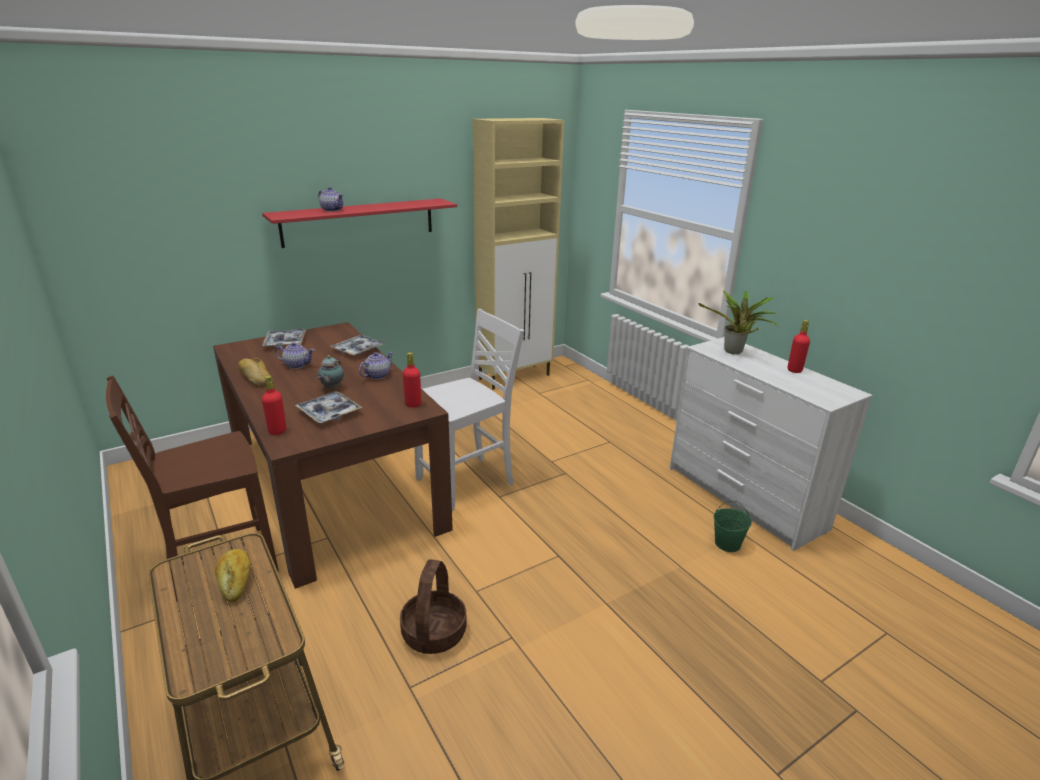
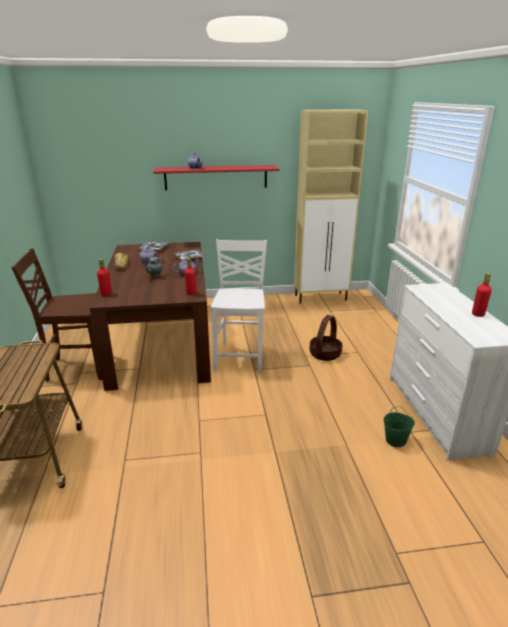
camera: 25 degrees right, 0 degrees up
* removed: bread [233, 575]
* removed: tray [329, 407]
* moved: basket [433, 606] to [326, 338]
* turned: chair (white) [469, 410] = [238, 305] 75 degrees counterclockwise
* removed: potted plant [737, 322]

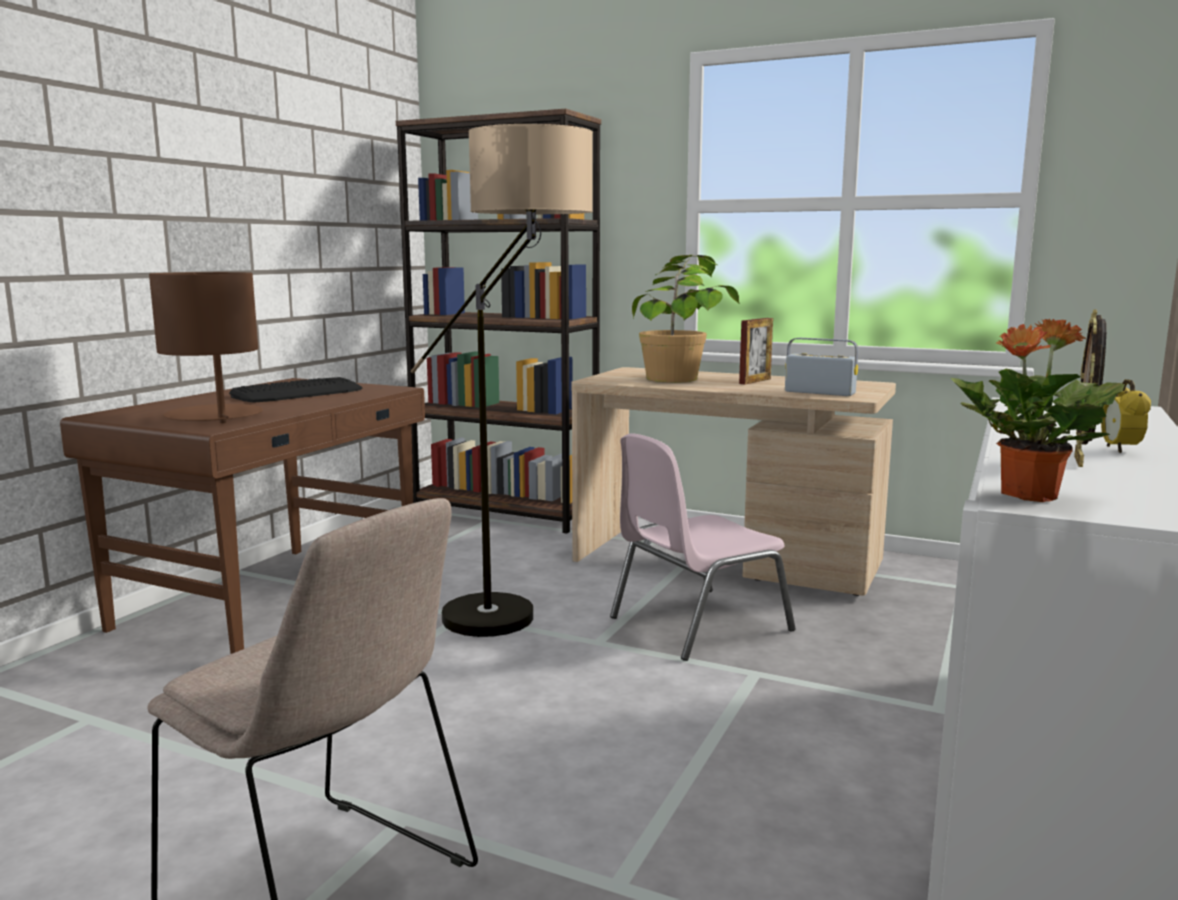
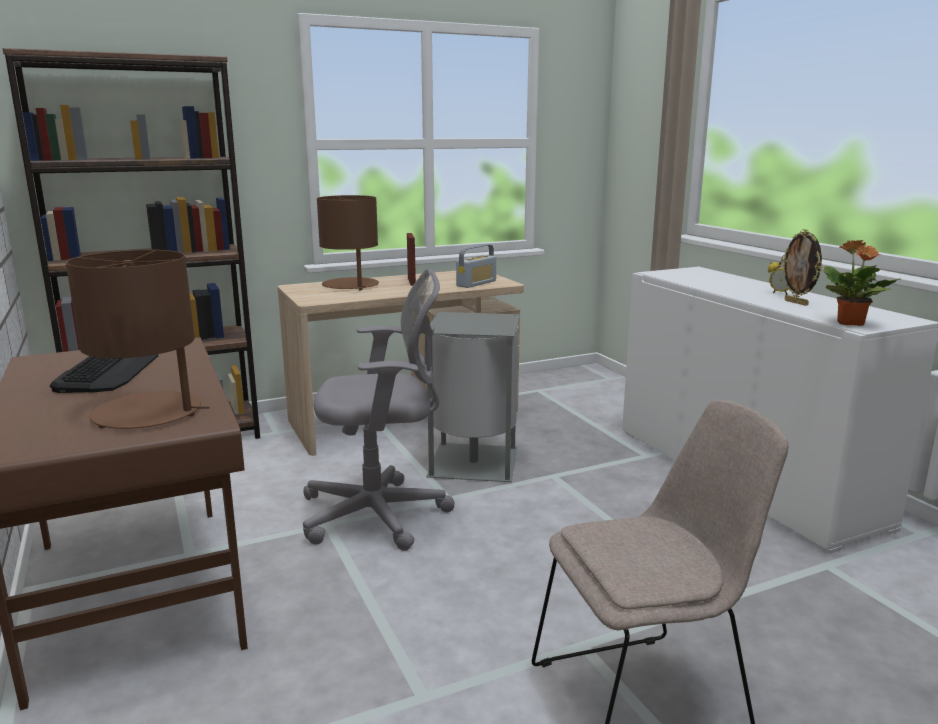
camera: 50 degrees left, 5 degrees up
* replaced: floor lamp [502, 380] to office chair (grey) [379, 409]
* replaced: chair (pink) [702, 547] to trash can (grey) [472, 397]
* replaced: potted plant [686, 319] to table lamp (brown) [348, 242]
* turned: radio [821, 367] = [476, 266] 150 degrees clockwise

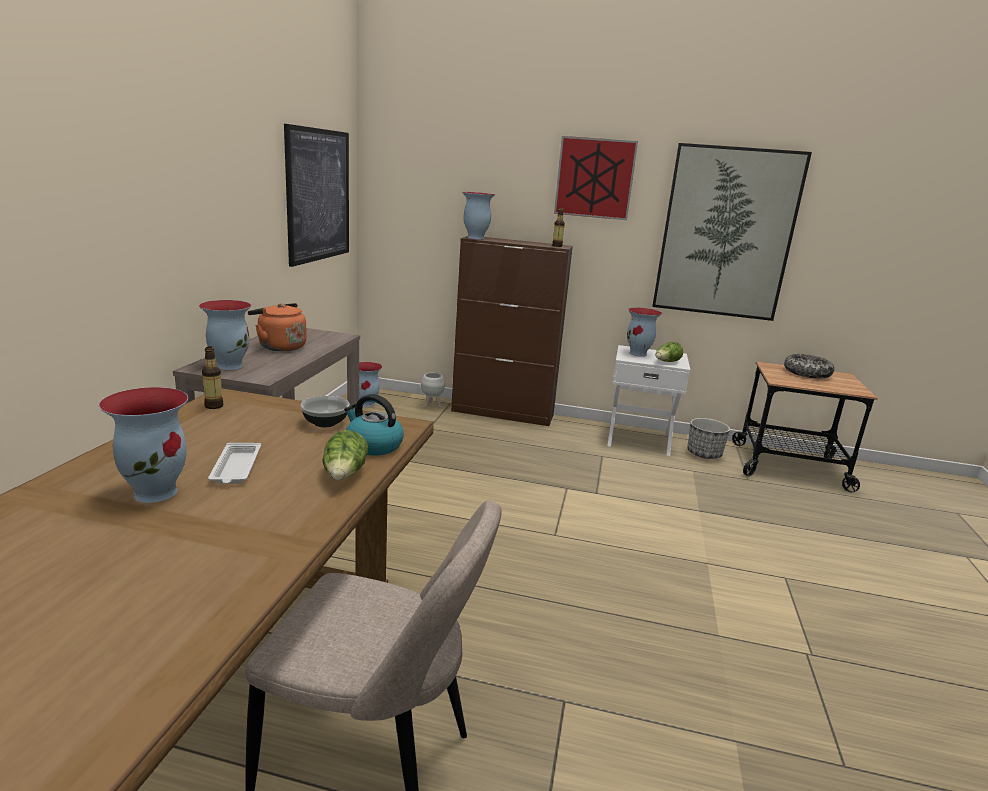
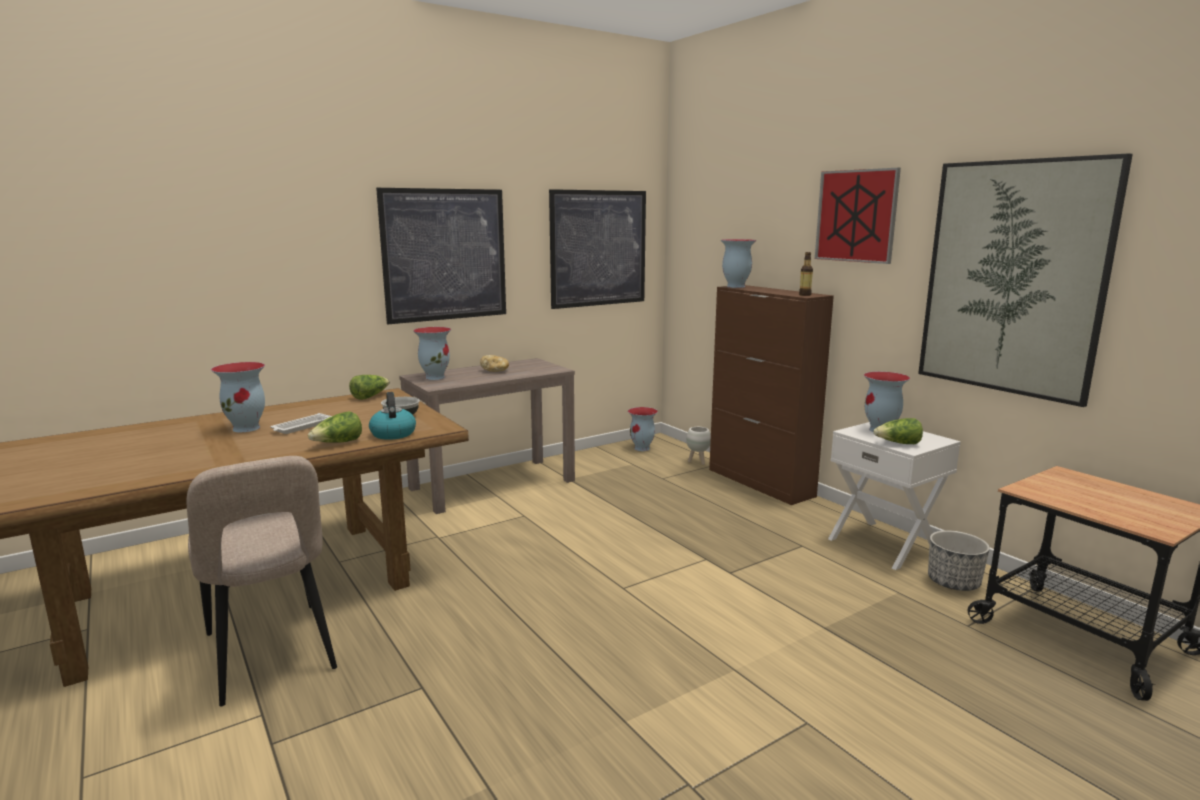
camera: 45 degrees right, 5 degrees down
* replaced: bottle [212, 378] to lettuce [369, 387]
* replaced: kettle (orange) [277, 327] to bread [494, 363]
* removed: bowl [809, 366]
* added: picture [441, 256]

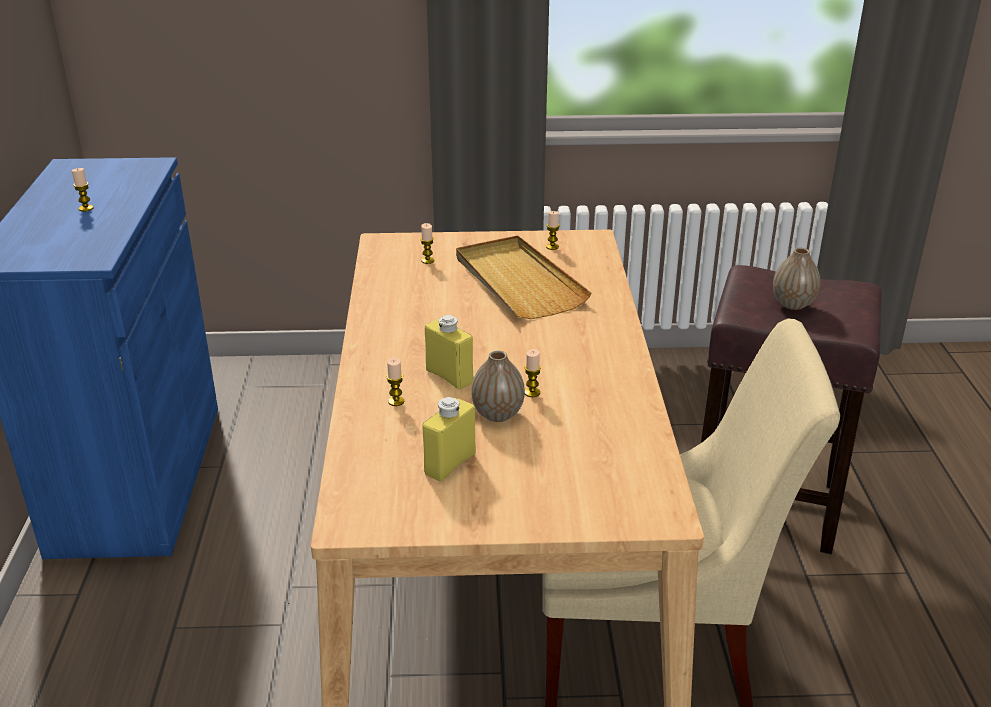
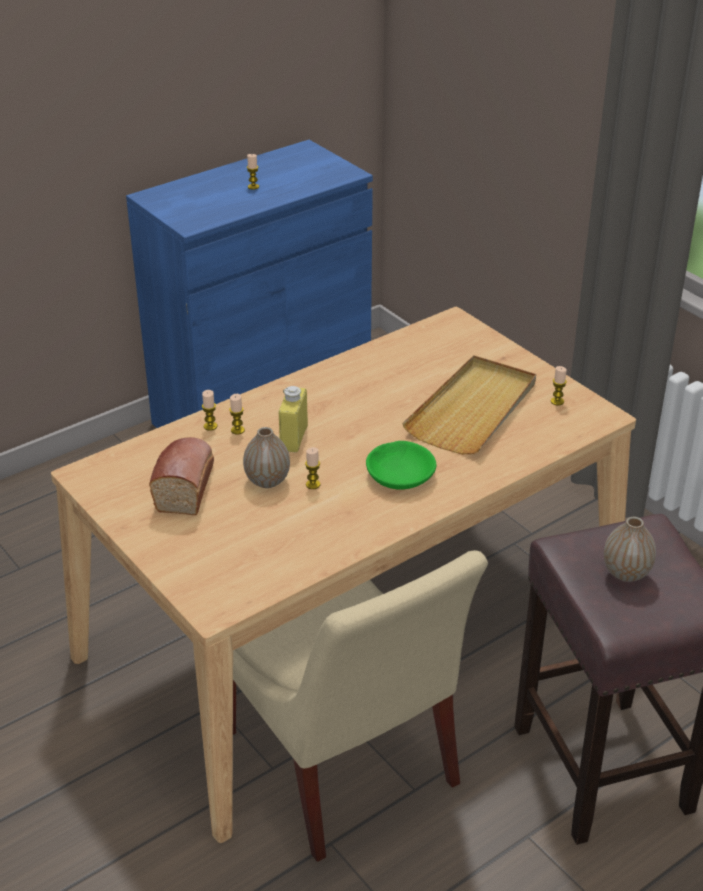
camera: 55 degrees right, 5 degrees up
* moved: candle [427, 243] to [209, 410]
* replaced: bottle (yellow) [449, 439] to bread [181, 476]
* added: bowl (green) [401, 465]

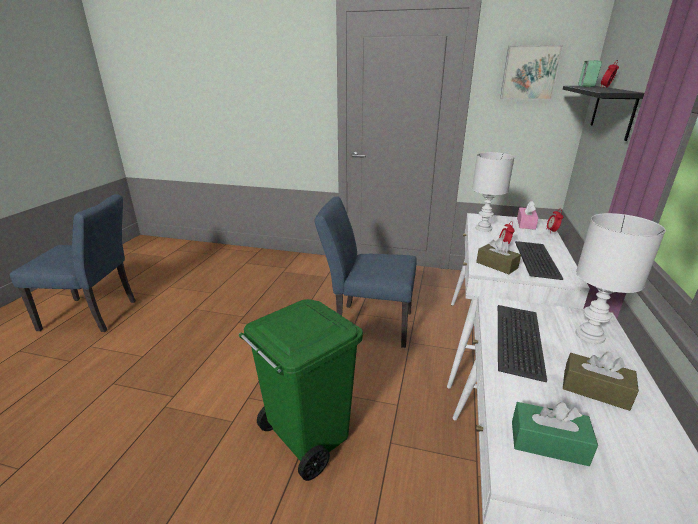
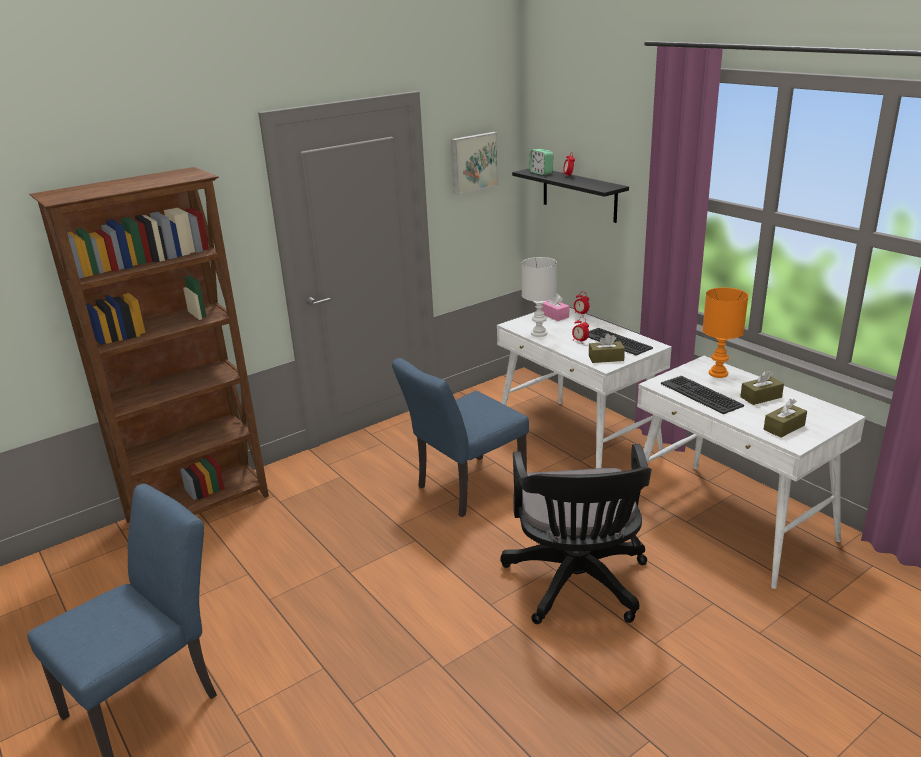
camera: 50 degrees left, 0 degrees up
* replaced: trash can (green) [301, 390] to office chair (black) [576, 534]
* recoloured: tissue box (green) [555, 434] to tissue box (brown) [785, 418]
* recoloured: table lamp (white) [621, 278] to table lamp (orange) [725, 332]
* added: bookcase (brown) [149, 345]

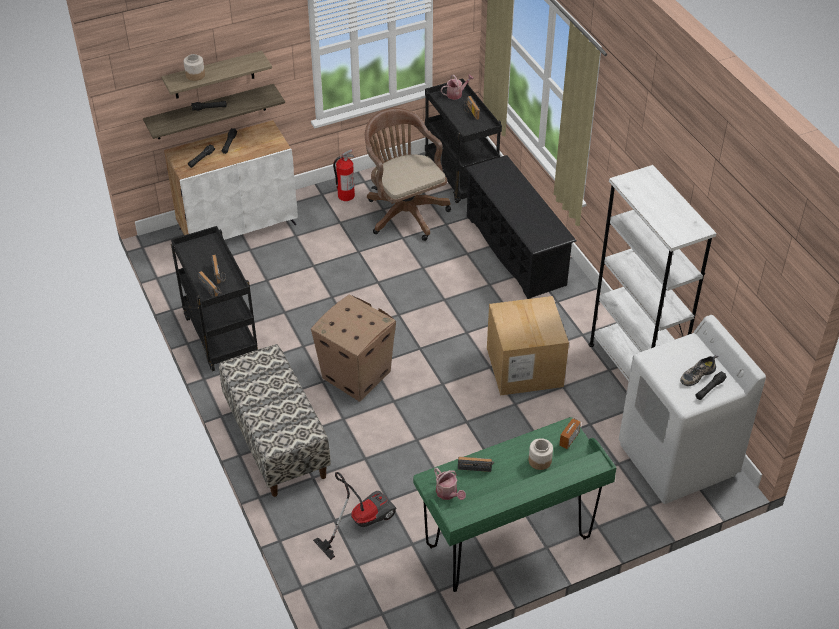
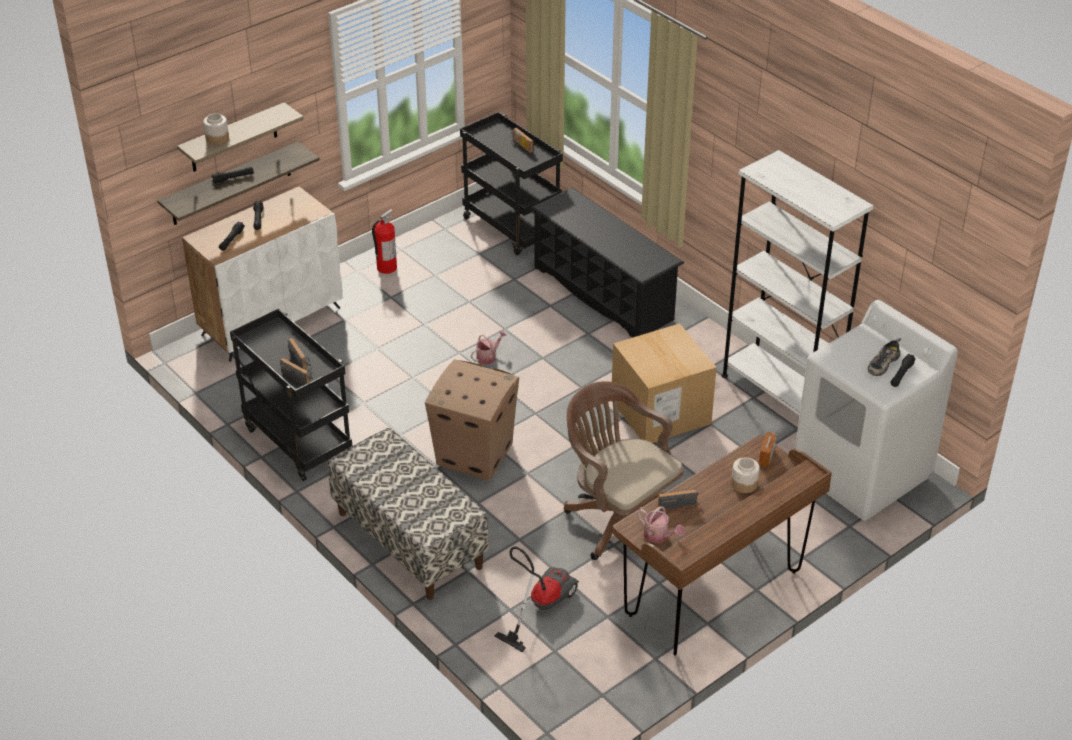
camera: 15 degrees left, 5 degrees down
* moved: office chair (brown) [408, 174] to [624, 470]
* recoloured: desk (green) [515, 504] to desk (brown) [722, 545]
* moved: watering can [457, 87] to [488, 348]

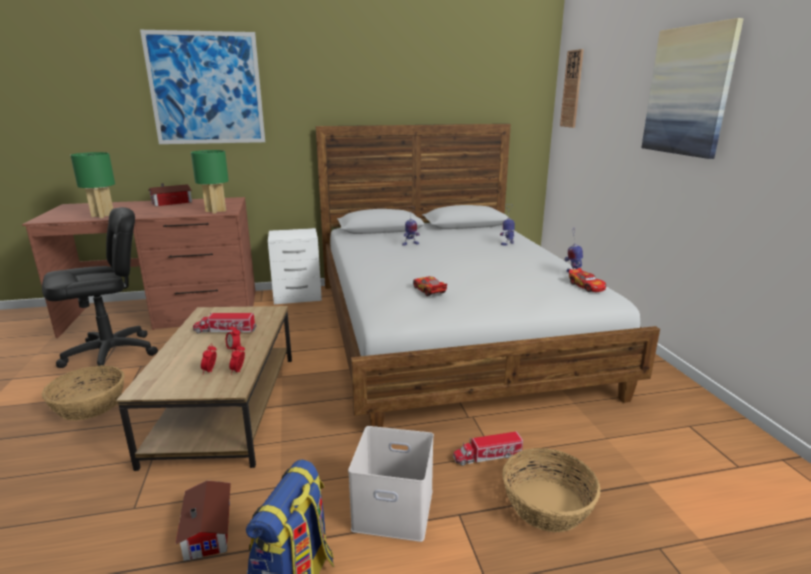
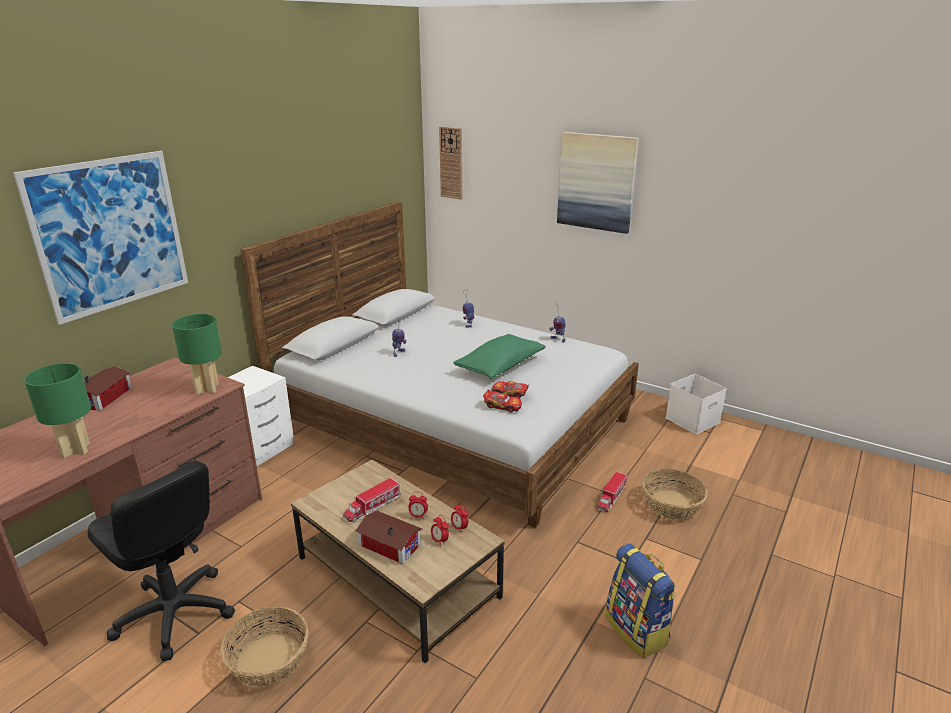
camera: 45 degrees left, 5 degrees up
* turned: office chair (black) [100, 290] = [161, 561] 120 degrees clockwise
* moved: toy house [203, 520] to [388, 537]
* moved: storage box (white) [391, 484] to [696, 404]
* moved: toy car [587, 280] to [502, 400]
* added: pillow (green) [499, 356]

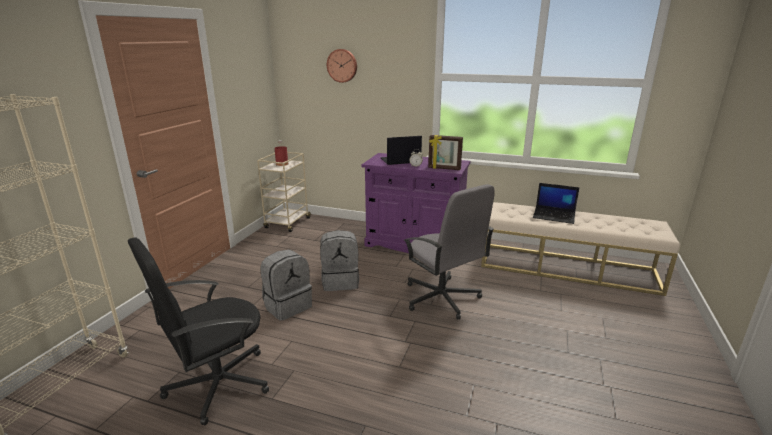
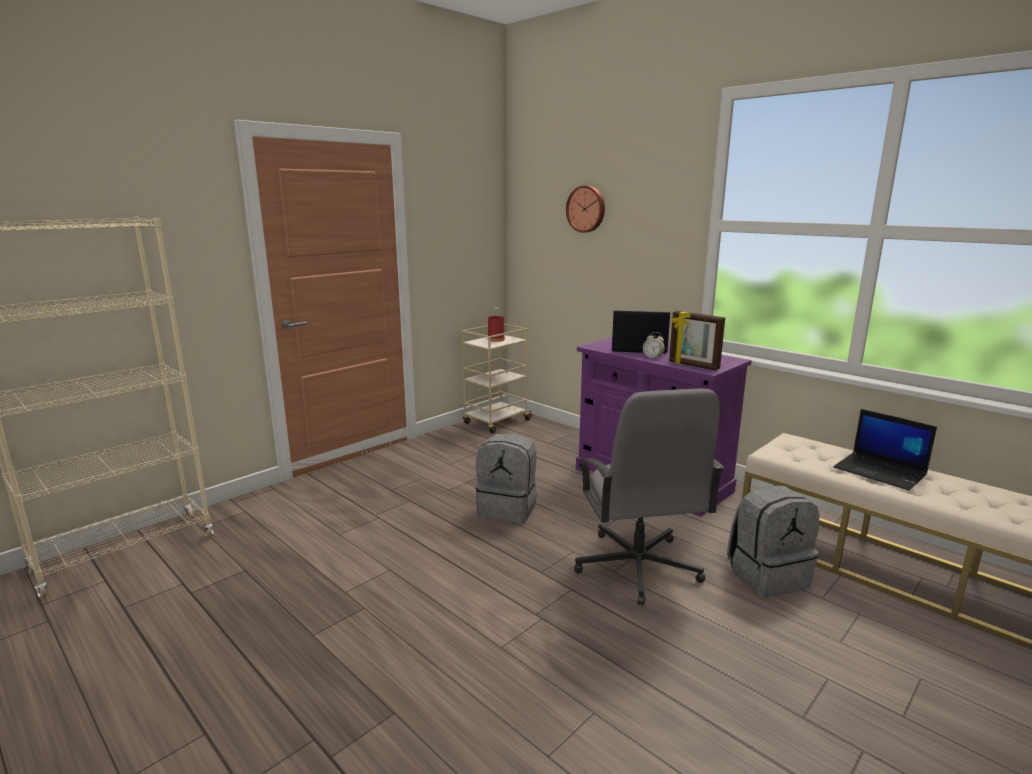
camera: 25 degrees right, 5 degrees down
* removed: office chair (black) [198, 331]
* moved: backpack (grey) [286, 285] to [773, 541]

